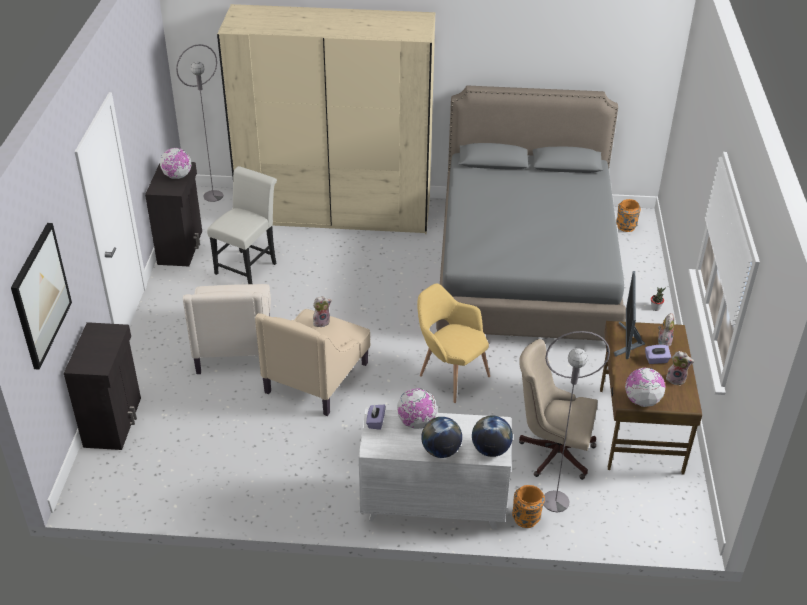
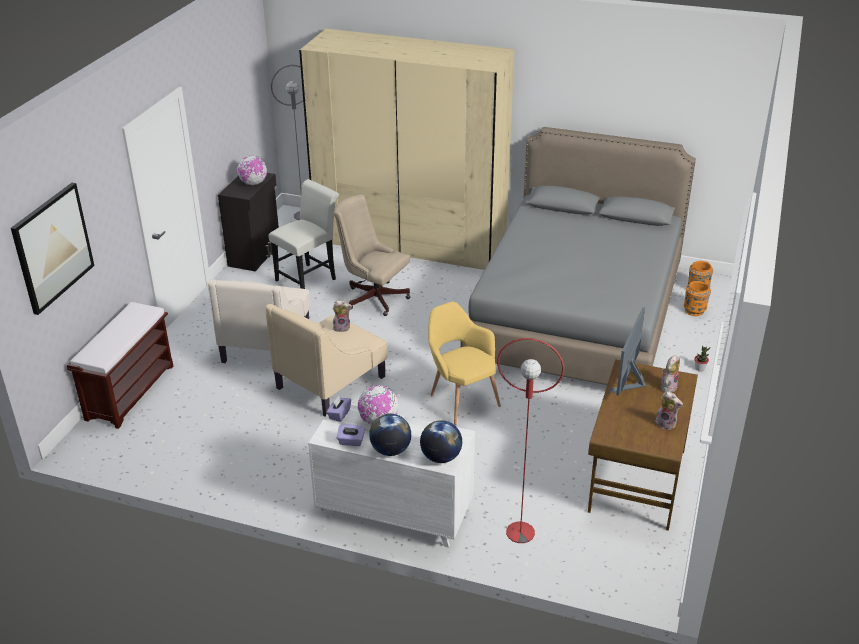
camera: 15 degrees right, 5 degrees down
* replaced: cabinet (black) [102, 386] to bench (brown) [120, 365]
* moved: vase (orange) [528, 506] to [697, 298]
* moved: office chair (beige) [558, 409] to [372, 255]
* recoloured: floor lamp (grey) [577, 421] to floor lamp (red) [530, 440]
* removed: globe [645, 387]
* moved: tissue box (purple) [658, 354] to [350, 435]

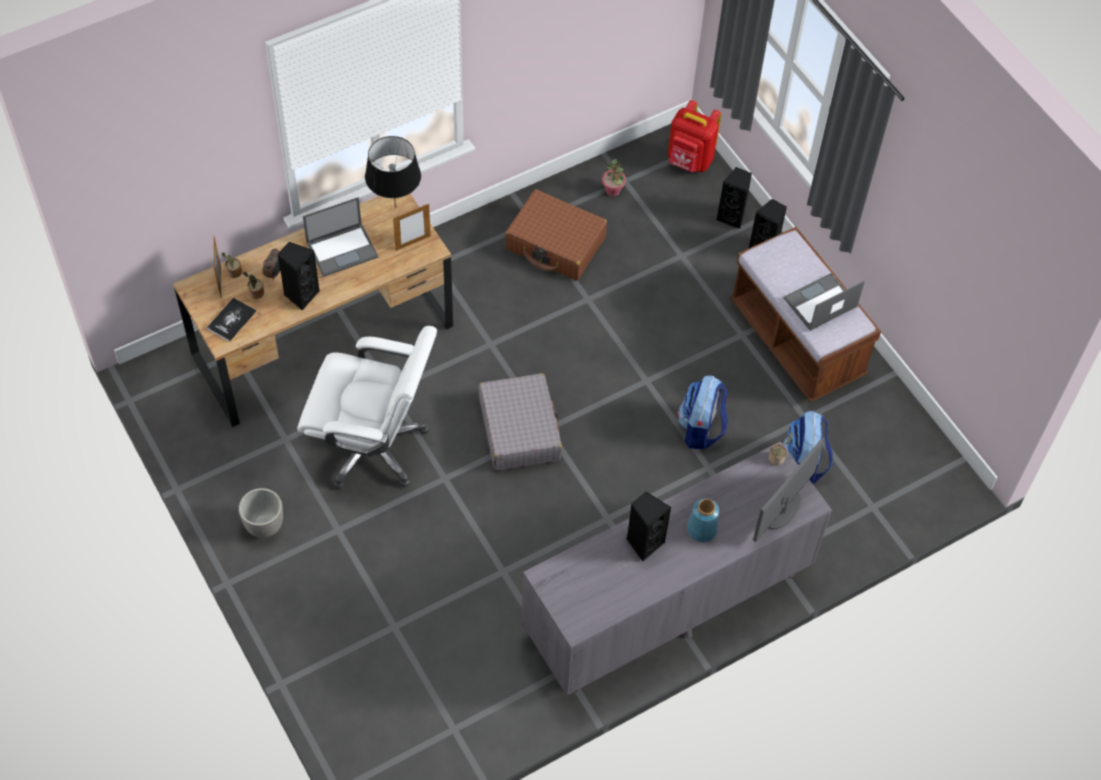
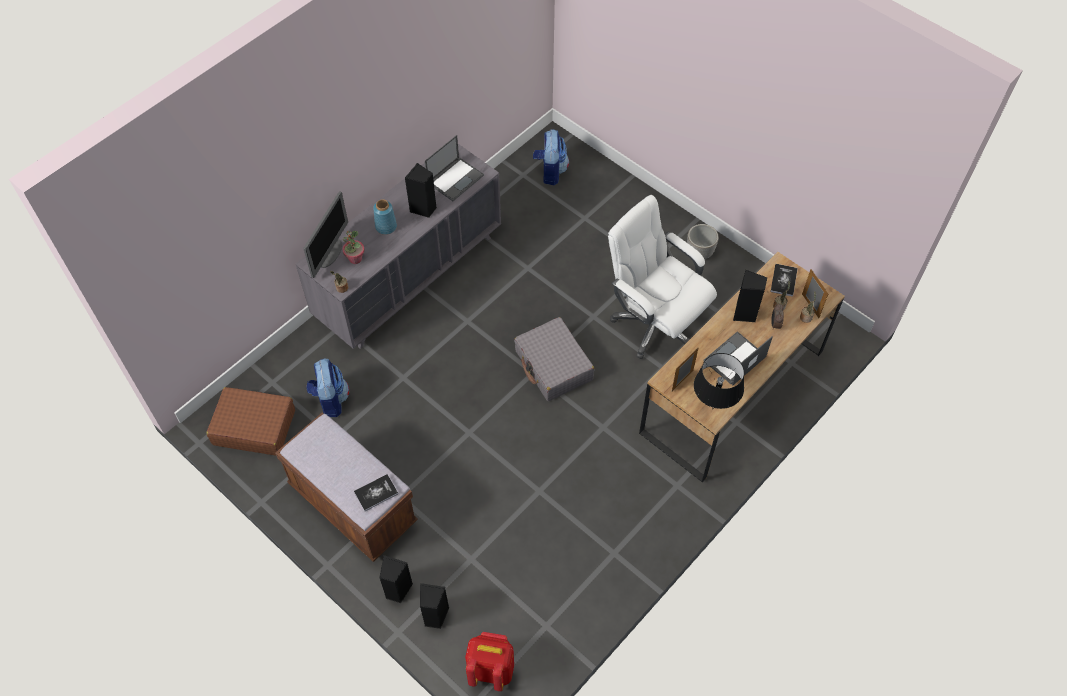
camera: 165 degrees right, 0 degrees up
* turned: office chair (white) [367, 408] = [662, 277] 45 degrees clockwise
* moved: suitcase (brown) [556, 235] to [250, 421]
* moved: potted plant [614, 178] to [353, 247]
* moved: backpack [703, 412] to [551, 157]
* moved: laptop [824, 302] to [454, 168]
* added: book [376, 492]

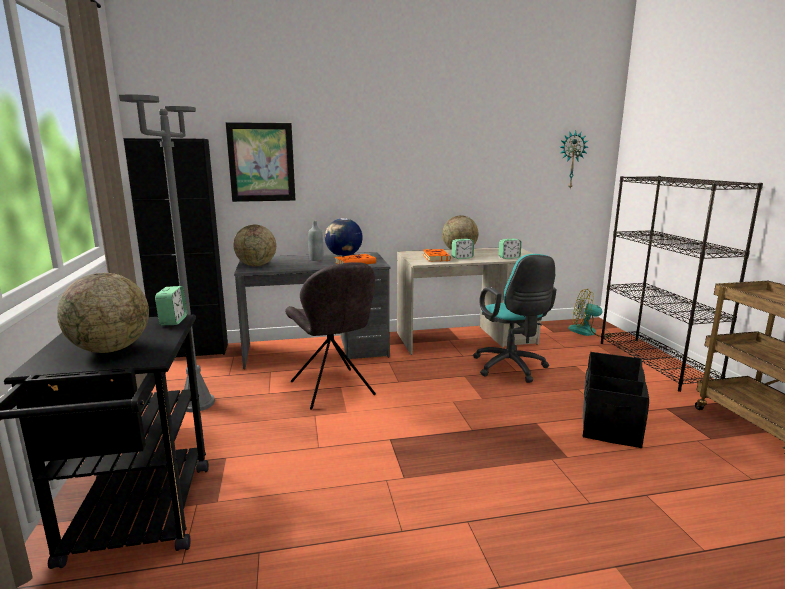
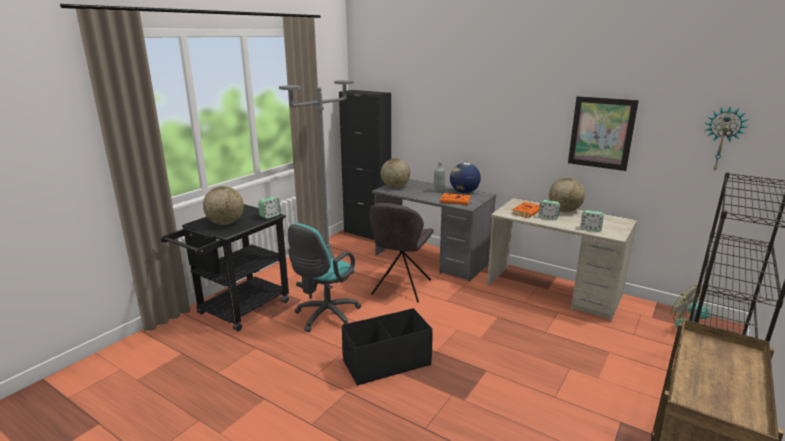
camera: 45 degrees right, 5 degrees up
* moved: picture [260, 162] to [603, 133]
* moved: office chair (turquoise) [515, 318] to [324, 277]
* moved: storage box (black) [616, 400] to [387, 347]

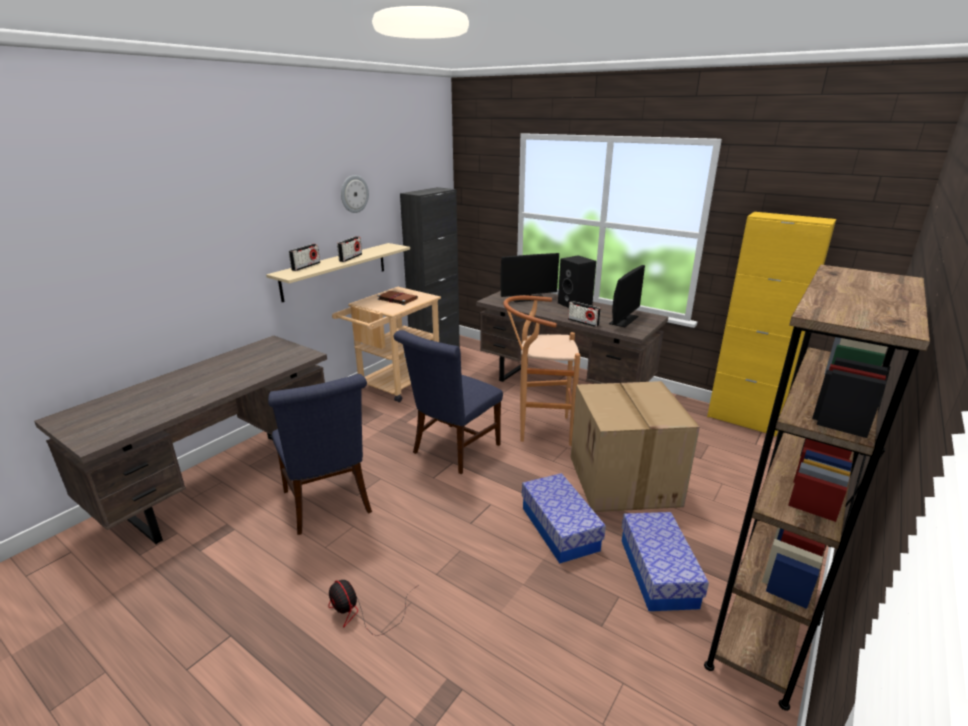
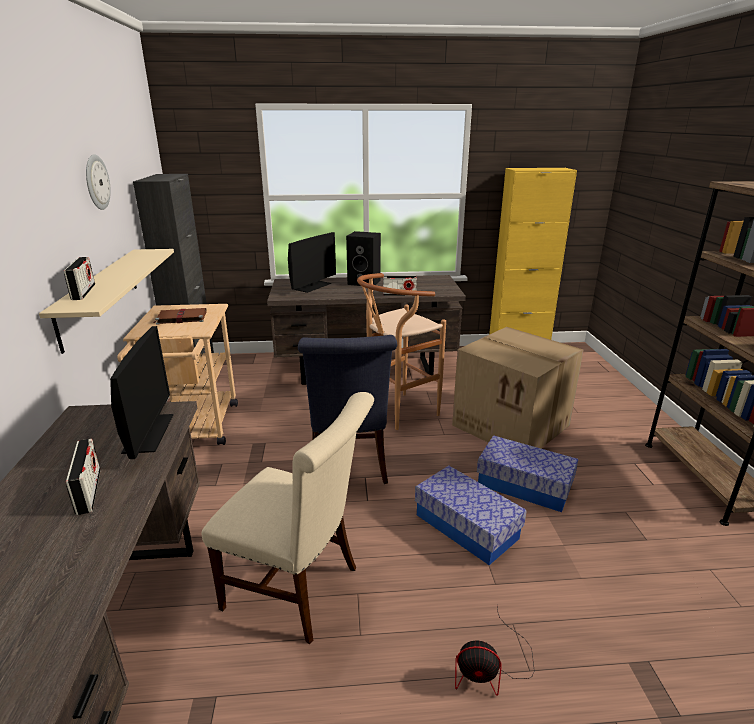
camera: 40 degrees left, 0 degrees up
* recoloured: chair (blue) [320, 454] to chair (beige) [288, 518]
* moved: radio [349, 249] to [83, 477]
* moved: monitor [627, 296] to [141, 392]
* moved: storage box [665, 561] to [471, 515]

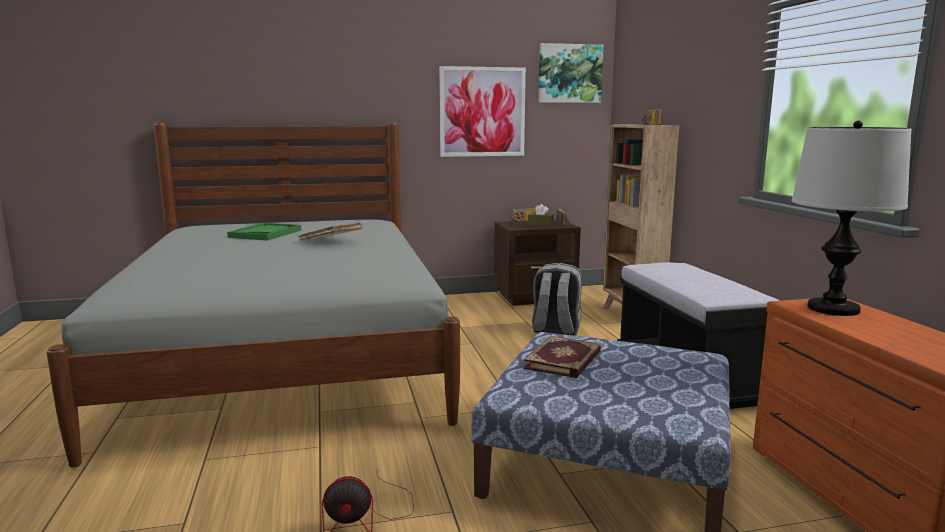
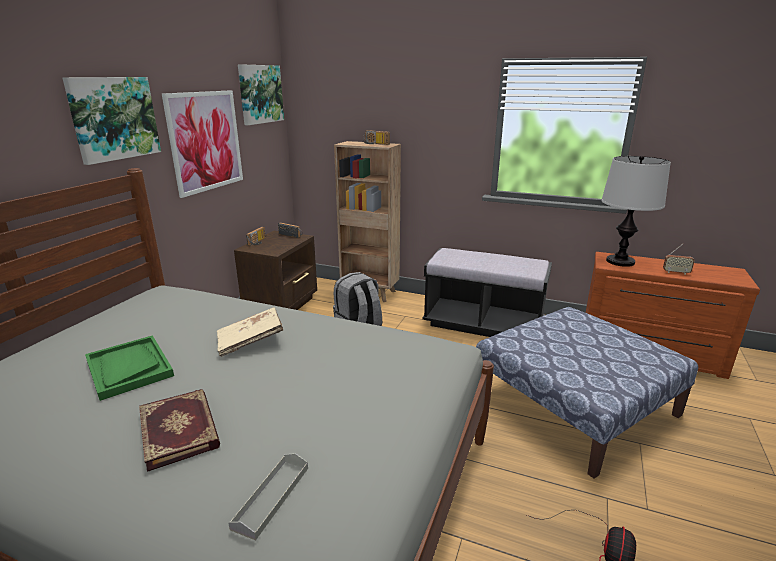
camera: 55 degrees left, 10 degrees up
* moved: book [562, 357] to [179, 430]
* removed: tissue box (brown) [541, 215]
* added: picture [111, 121]
* added: tray (grey) [268, 496]
* added: radio [679, 259]

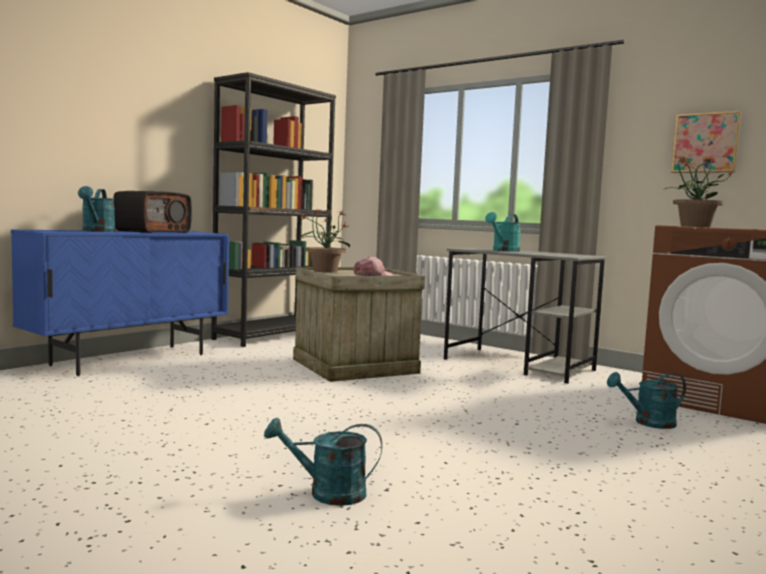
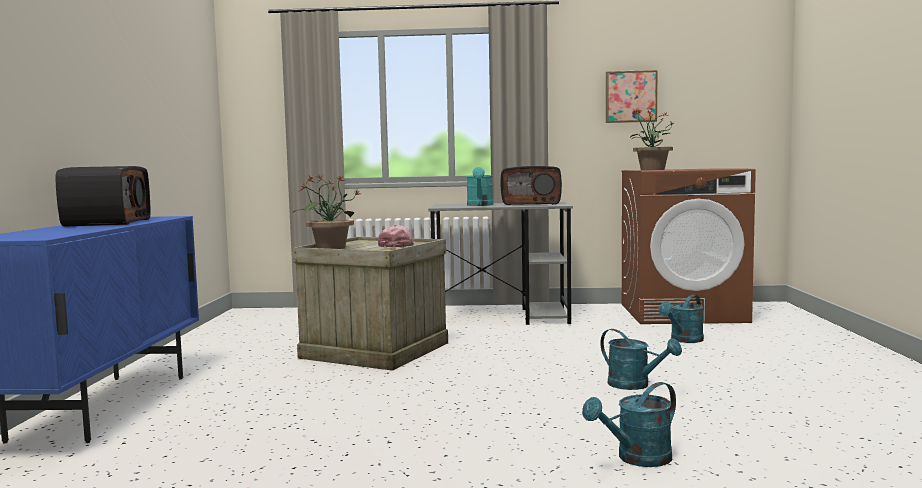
camera: 35 degrees left, 0 degrees up
* moved: watering can (turquoise) [97, 209] to [641, 359]
* removed: bookcase (black) [273, 209]
* added: radio [531, 185]

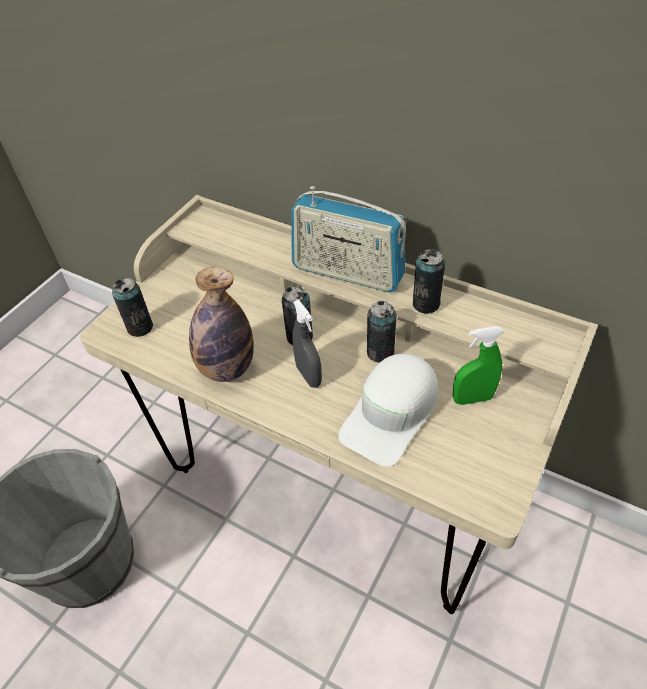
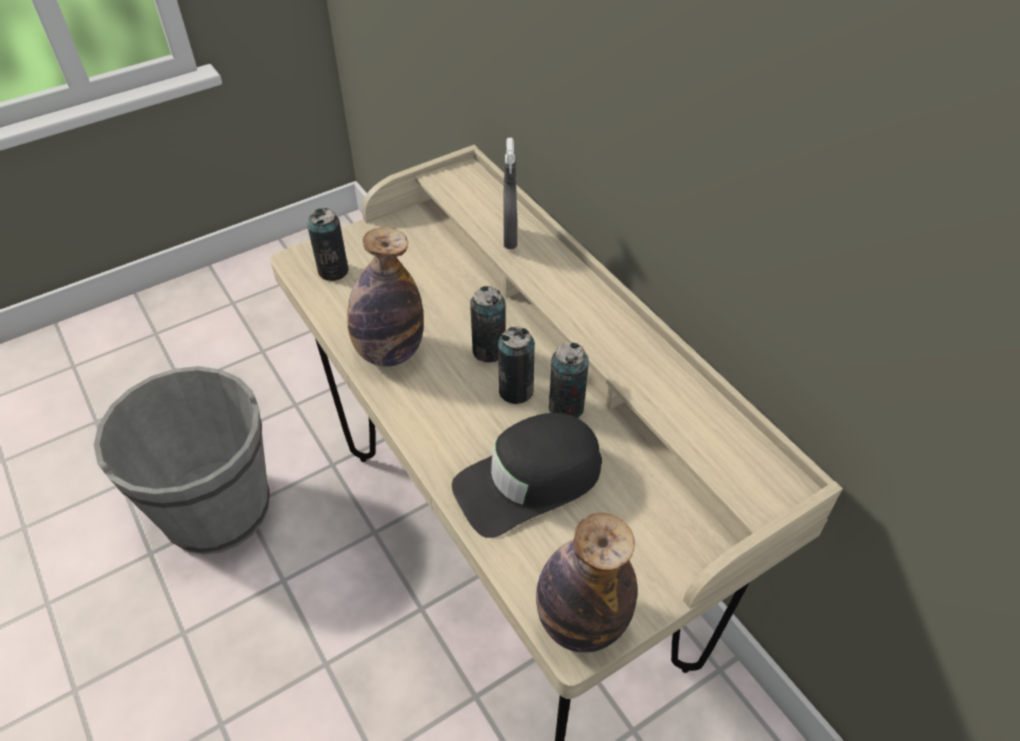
camera: 25 degrees right, 0 degrees up
* removed: radio [348, 239]
* moved: spray bottle (grey) [307, 344] to [510, 193]
* recoloured: cap (white) [388, 410] to cap (black) [527, 475]
* moved: can [429, 281] to [516, 365]
* removed: spray bottle (green) [478, 365]
* added: bottle [587, 583]

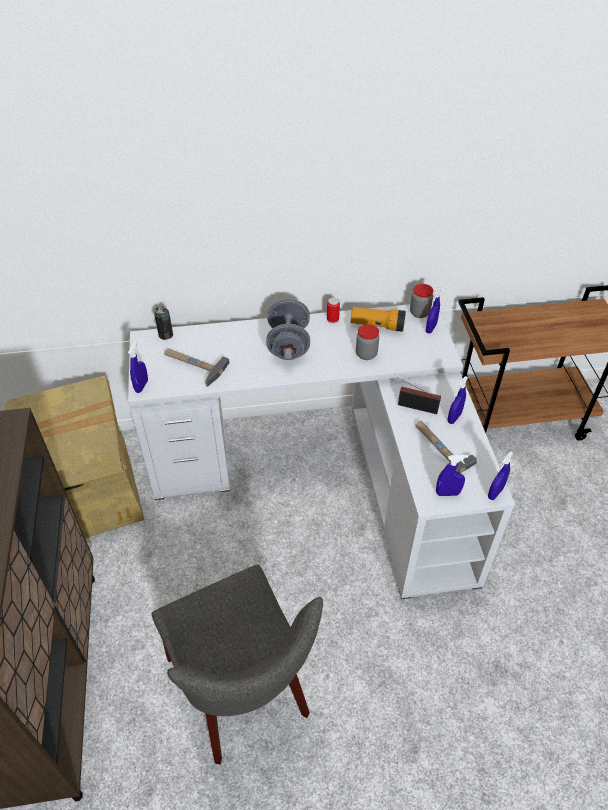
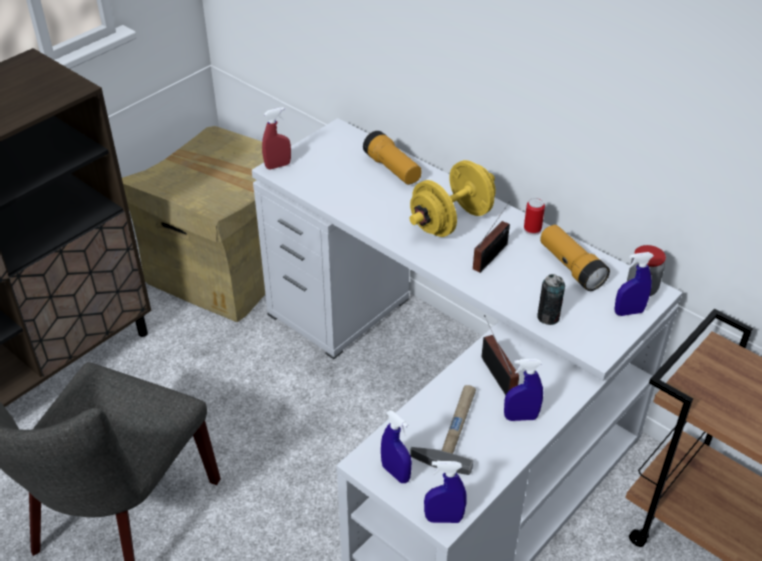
camera: 50 degrees right, 5 degrees down
* recoloured: spray bottle (blue) [138, 366] to spray bottle (red) [276, 138]
* moved: can [163, 323] to [551, 299]
* removed: hammer [196, 367]
* recoloured: dumbbell (grey) [288, 329] to dumbbell (yellow) [452, 198]
* removed: jar [367, 342]
* added: flashlight [392, 158]
* added: radio [491, 237]

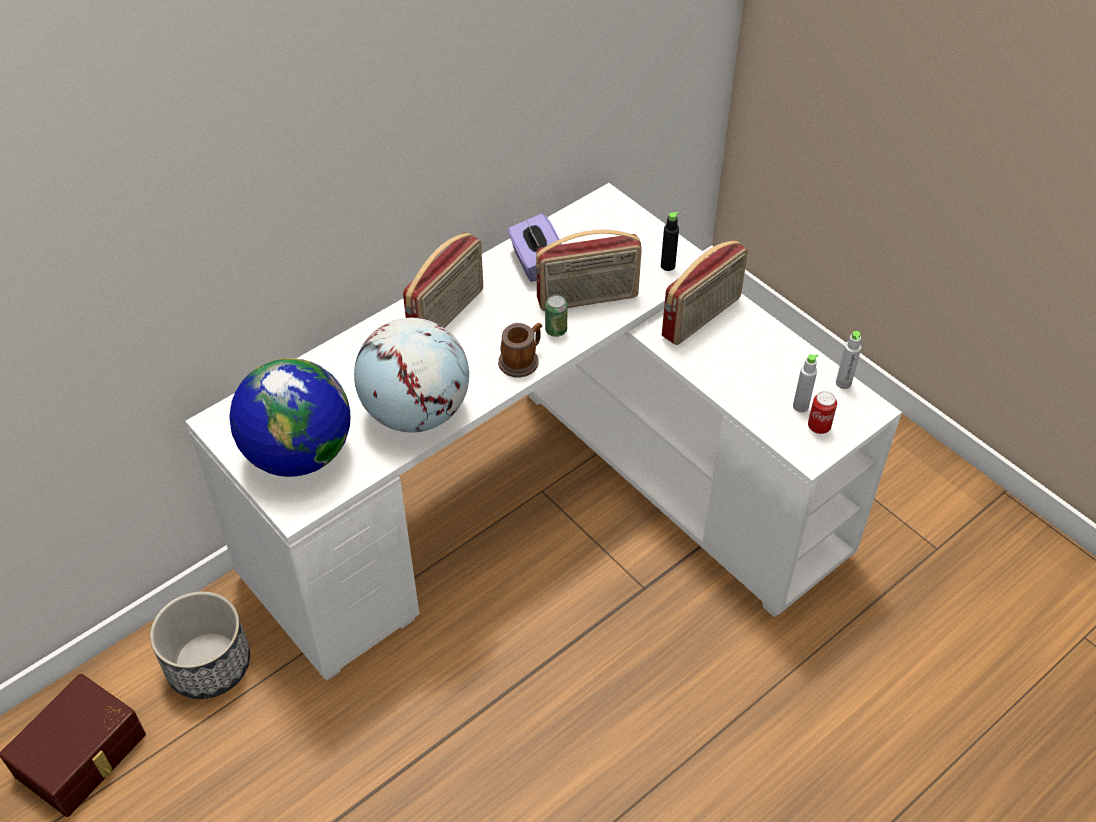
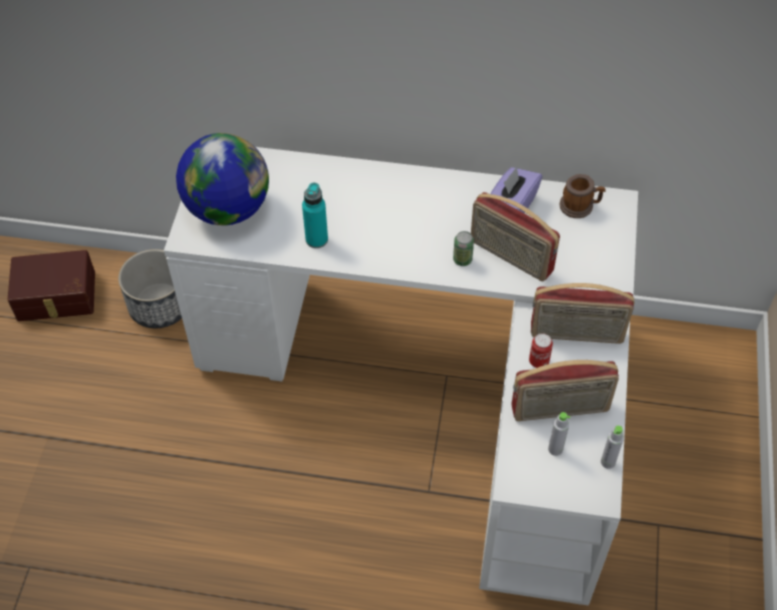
camera: 50 degrees right, 5 degrees up
* replaced: globe [411, 375] to bottle (turquoise) [315, 215]
* moved: radio [443, 280] to [565, 390]
* moved: mug [520, 350] to [582, 196]
* removed: bottle (black) [670, 241]
* moved: can [822, 412] to [541, 350]

